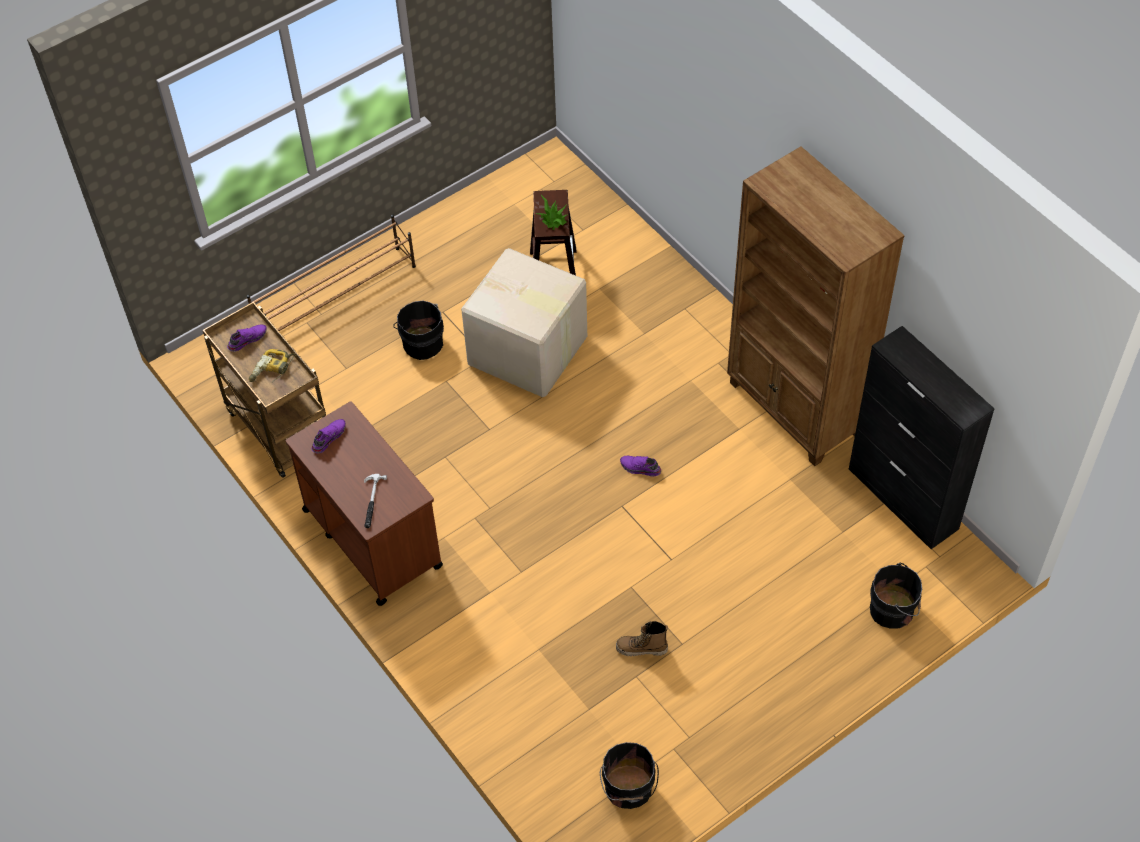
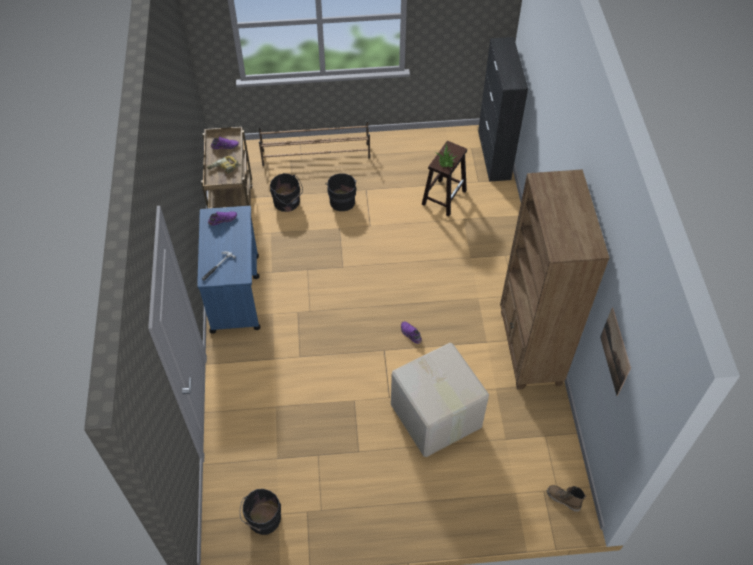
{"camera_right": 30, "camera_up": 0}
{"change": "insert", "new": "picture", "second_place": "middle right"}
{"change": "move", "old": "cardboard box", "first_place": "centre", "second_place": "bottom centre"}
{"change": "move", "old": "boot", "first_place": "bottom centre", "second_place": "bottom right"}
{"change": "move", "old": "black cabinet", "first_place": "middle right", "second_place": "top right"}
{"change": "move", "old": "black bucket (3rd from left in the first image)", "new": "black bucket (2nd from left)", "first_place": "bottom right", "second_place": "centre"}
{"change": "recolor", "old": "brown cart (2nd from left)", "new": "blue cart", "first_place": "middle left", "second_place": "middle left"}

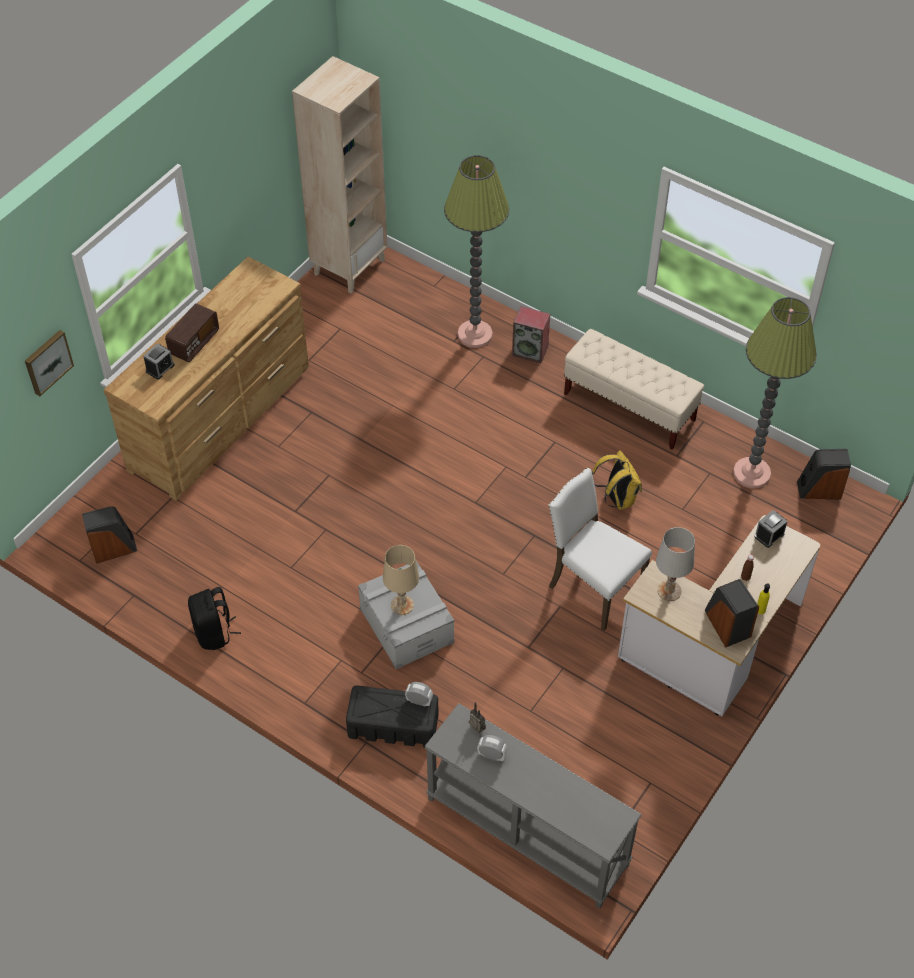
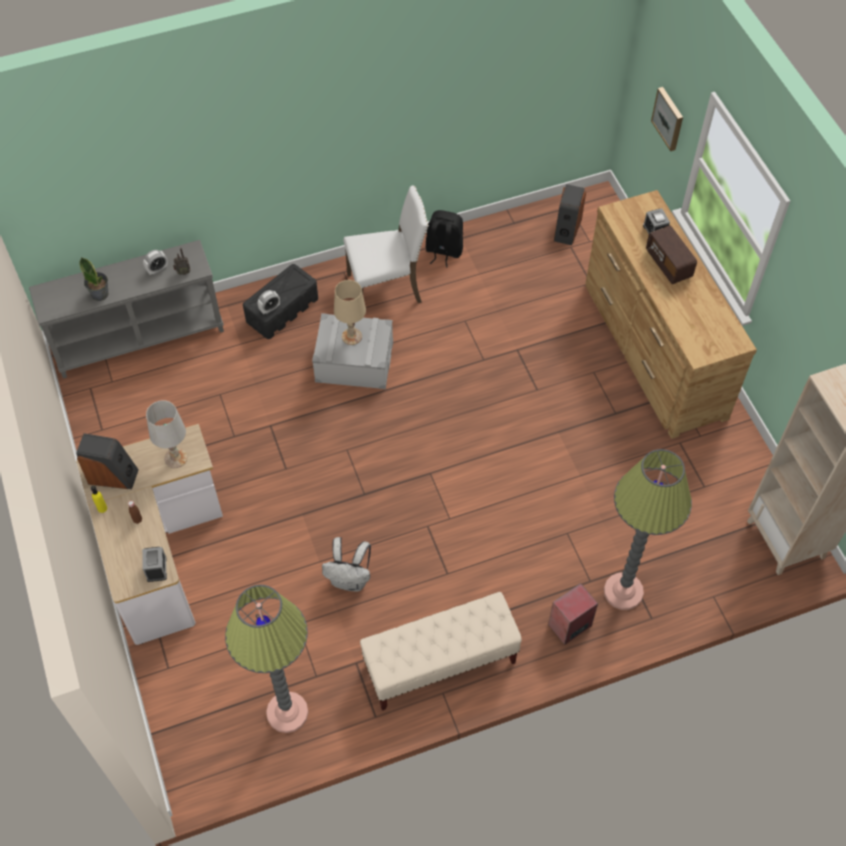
{"camera_right": 125, "camera_up": 5}
{"change": "delete", "old": "speaker (4th from left)", "first_place": "middle right"}
{"change": "insert", "new": "potted plant", "second_place": "top left"}
{"change": "move", "old": "white chair", "first_place": "centre", "second_place": "top centre"}
{"change": "recolor", "old": "yellow backpack", "new": "white backpack", "first_place": "middle right", "second_place": "bottom centre"}

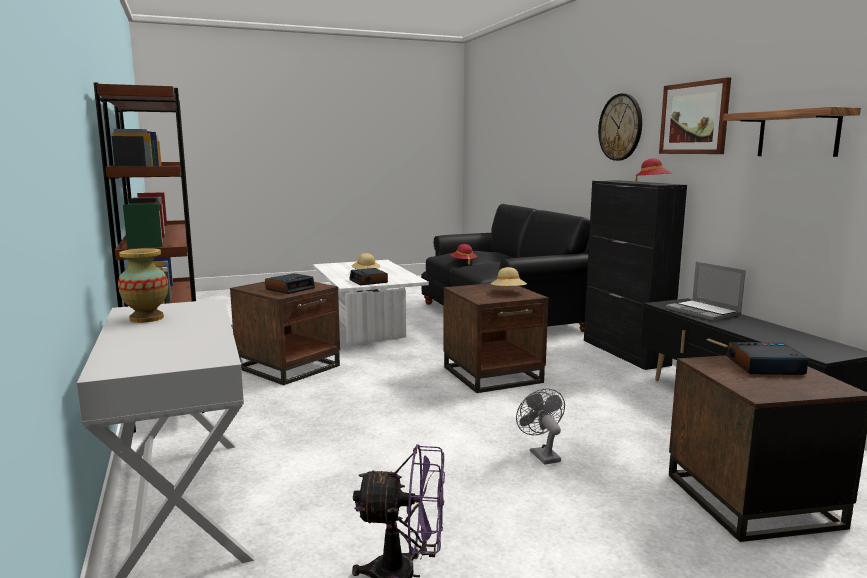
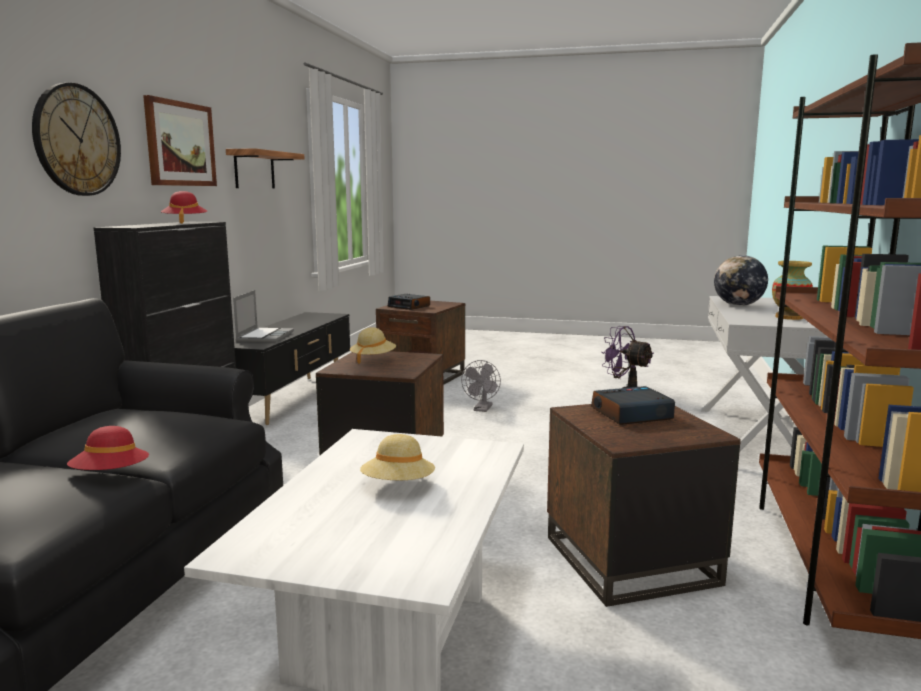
{"camera_right": -145, "camera_up": 0}
{"change": "delete", "old": "alarm clock (2nd from left)", "first_place": "centre"}
{"change": "insert", "new": "globe", "second_place": "middle right"}

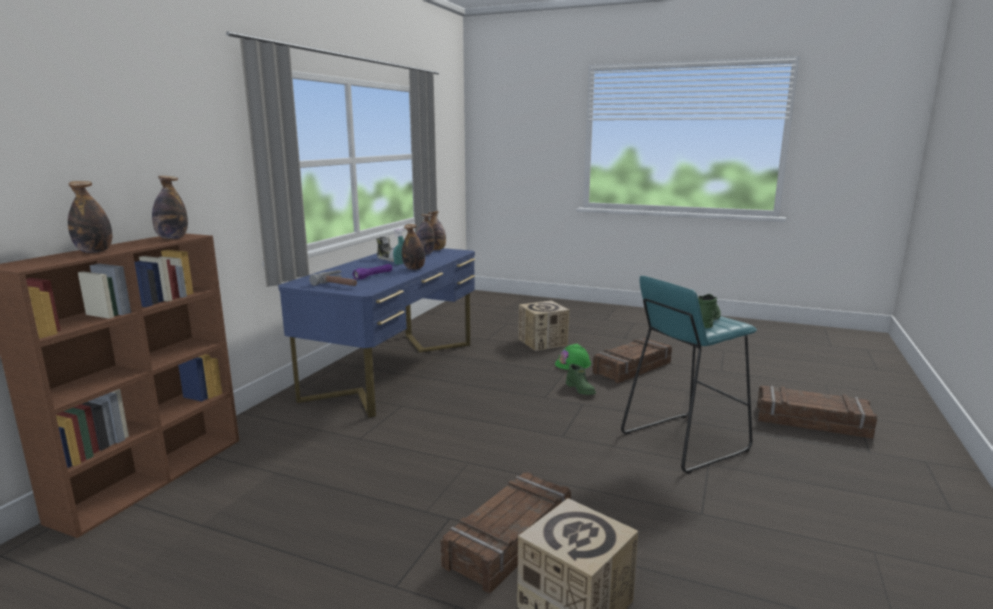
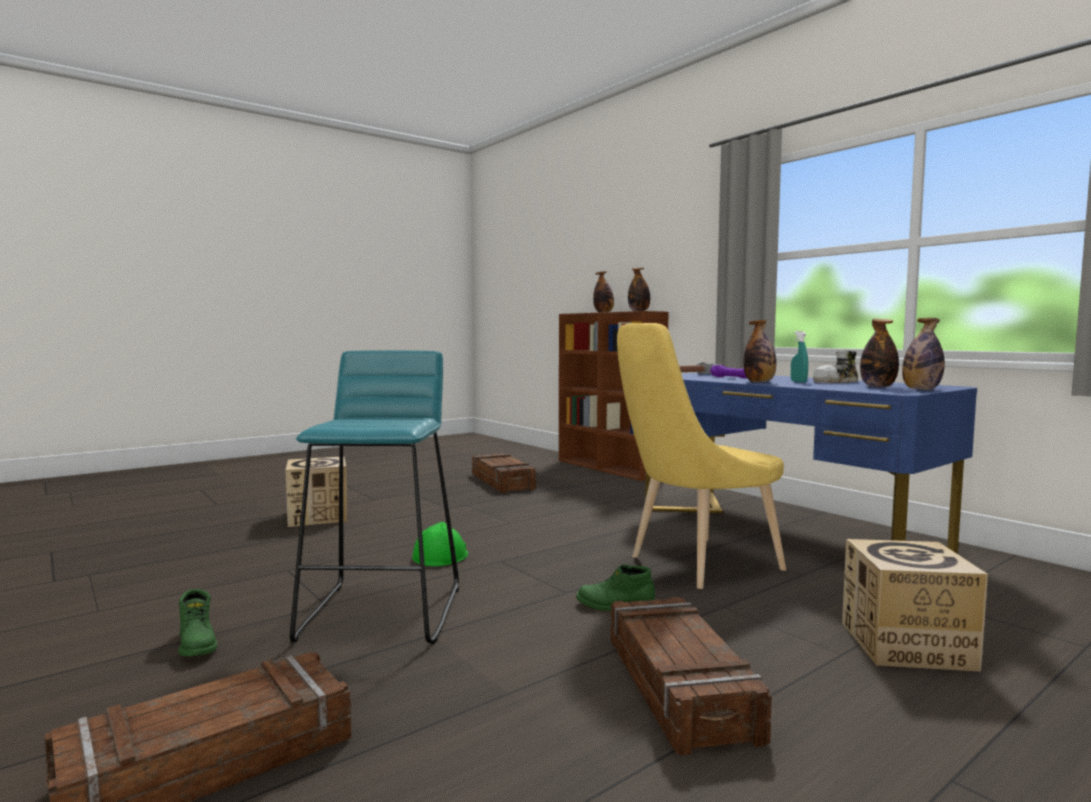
{"camera_right": 120, "camera_up": -10}
{"change": "insert", "new": "yellow chair", "second_place": "centre"}
{"change": "move", "old": "crate (1st from left in the first image)", "new": "crate (2nd from left)", "first_place": "bottom centre", "second_place": "centre"}
{"change": "move", "old": "green hard hat", "first_place": "centre", "second_place": "bottom centre"}
{"change": "move", "old": "green boot (2nd from left in the first image)", "new": "green boot (1st from left)", "first_place": "middle right", "second_place": "bottom left"}

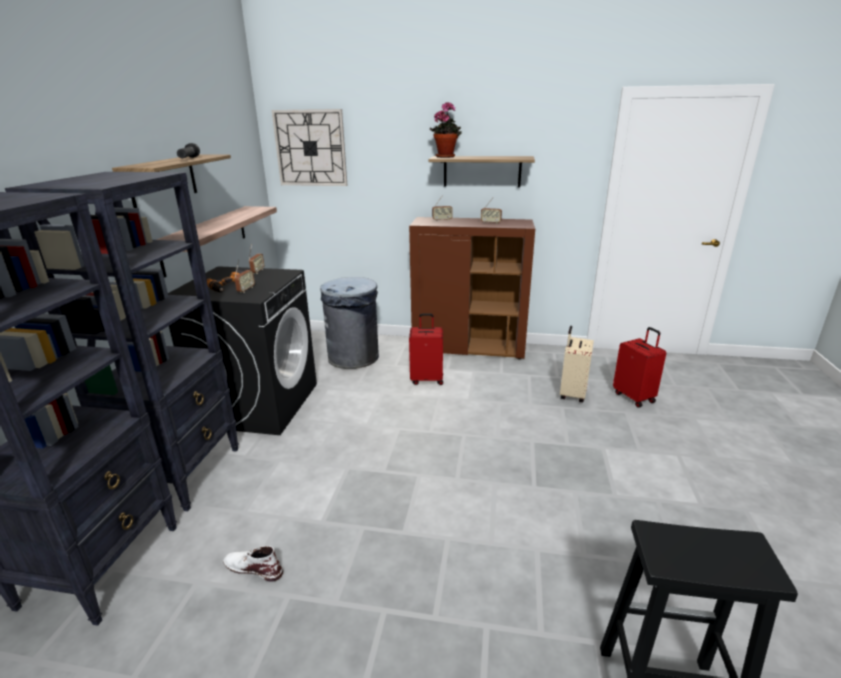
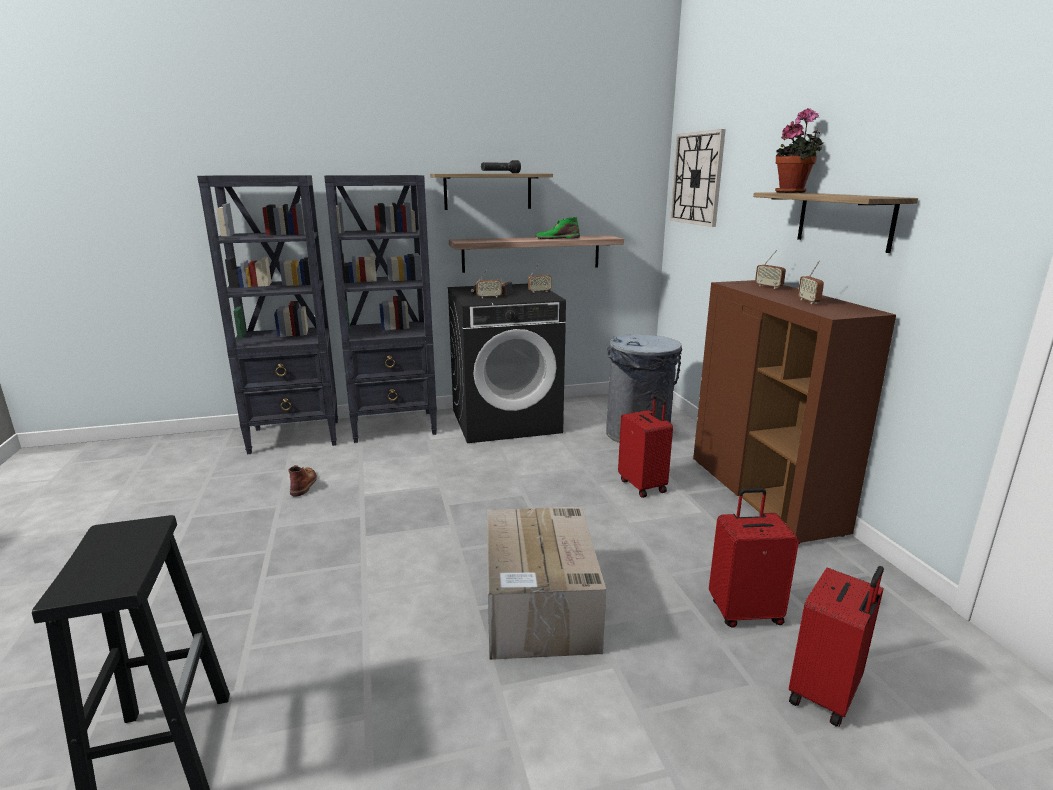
{"camera_right": 65, "camera_up": -5}
{"change": "insert", "new": "cardboard box", "second_place": "bottom centre"}
{"change": "insert", "new": "green boot", "second_place": "top centre"}
{"change": "recolor", "old": "white boot", "new": "brown boot", "first_place": "bottom left", "second_place": "middle left"}
{"change": "recolor", "old": "beige suitcase", "new": "red suitcase (2nd from left)", "first_place": "middle right", "second_place": "bottom right"}

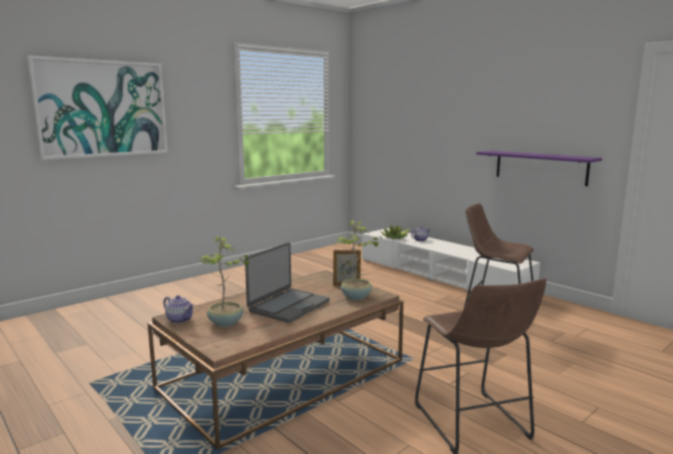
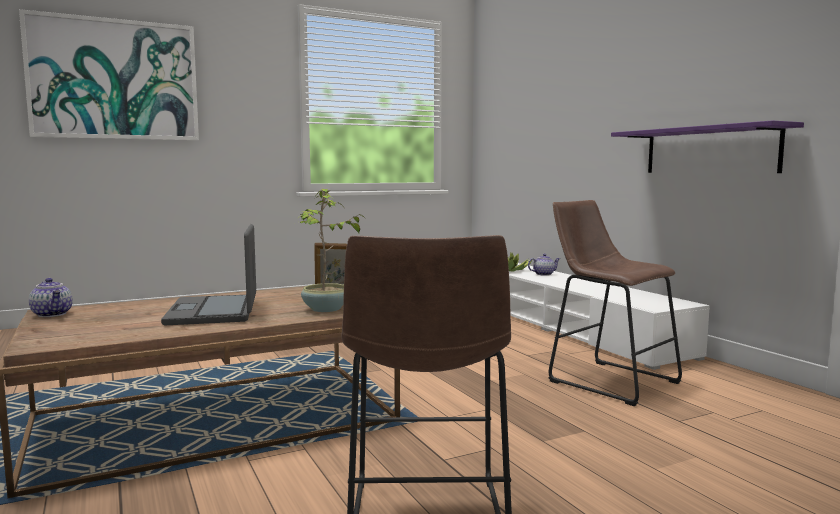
{"camera_right": 15, "camera_up": -5}
{"change": "delete", "old": "potted plant (1st from left)", "first_place": "centre"}
{"change": "rotate", "old": "laptop", "first_place": "centre", "second_place": "middle left", "degrees": 120}

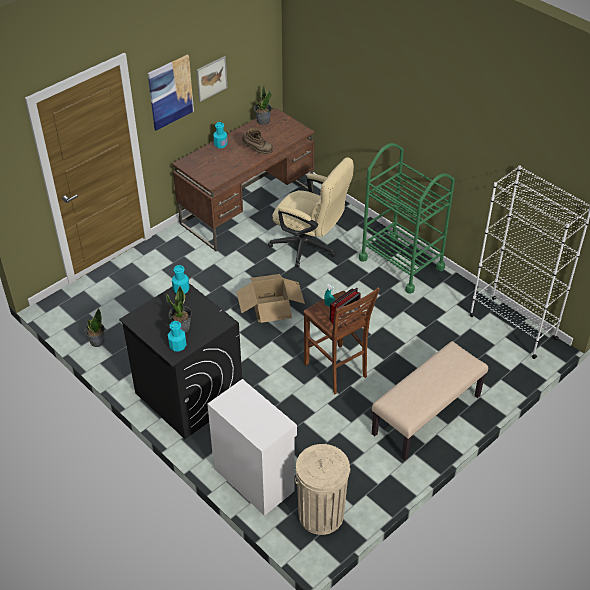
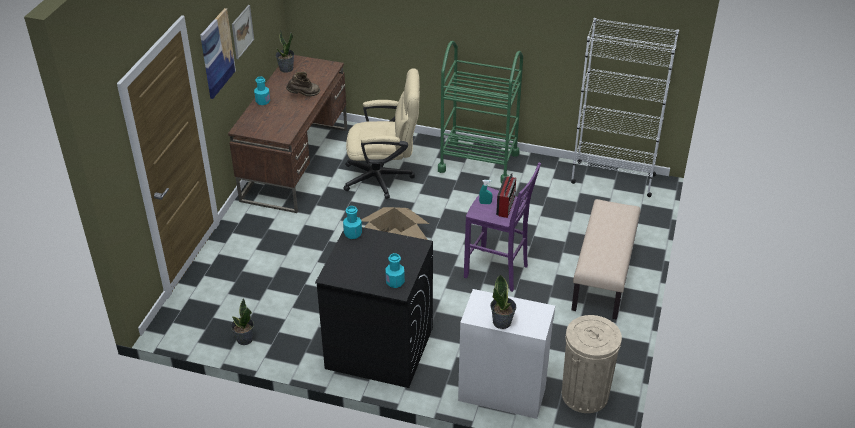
{"camera_right": -30, "camera_up": -5}
{"change": "move", "old": "potted plant (2nd from left in the first image)", "new": "potted plant (3rd from left)", "first_place": "middle left", "second_place": "bottom centre"}
{"change": "recolor", "old": "brown stool", "new": "purple stool", "first_place": "centre", "second_place": "centre"}

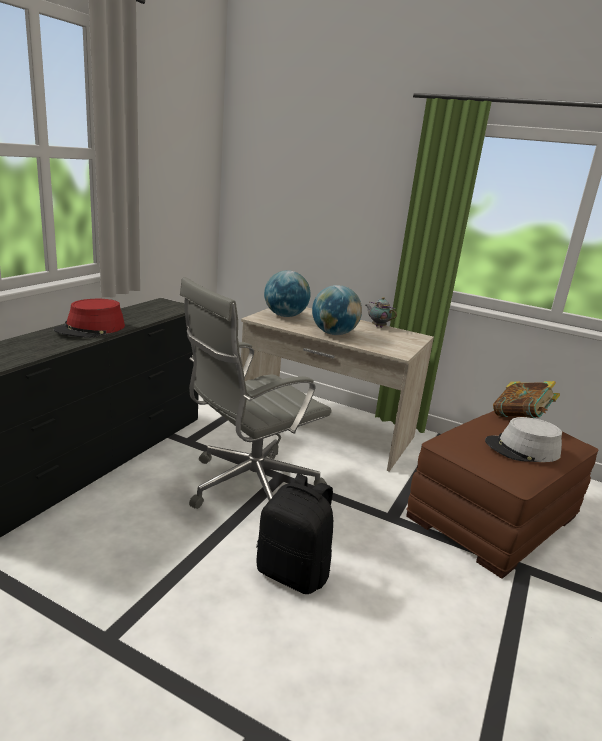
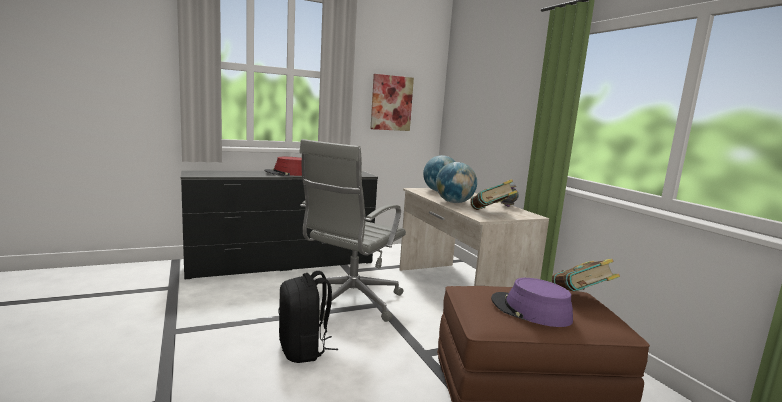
{"camera_right": 40, "camera_up": -10}
{"change": "insert", "new": "picture", "second_place": "top centre"}
{"change": "insert", "new": "book (1st from left)", "second_place": "centre"}
{"change": "recolor", "old": "grey hat", "new": "purple hat", "first_place": "middle right", "second_place": "bottom right"}
{"change": "rotate", "old": "grey office chair", "first_place": "centre", "second_place": "centre", "degrees": -60}

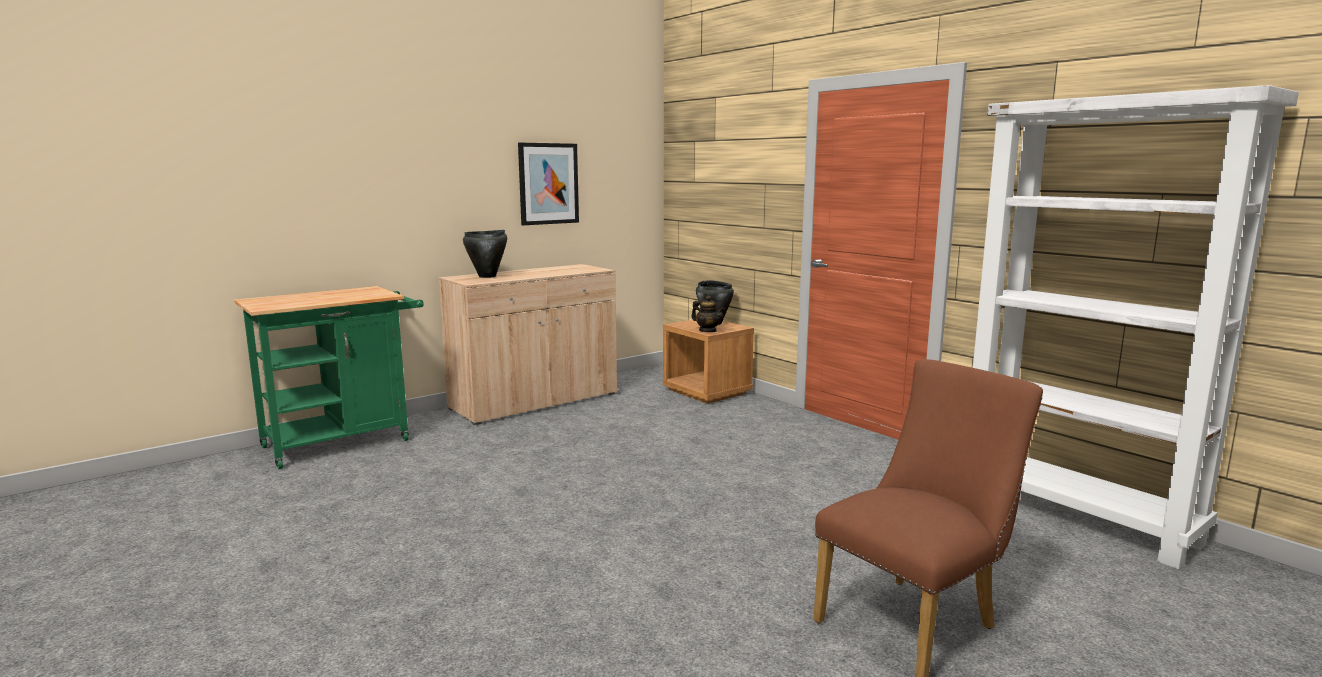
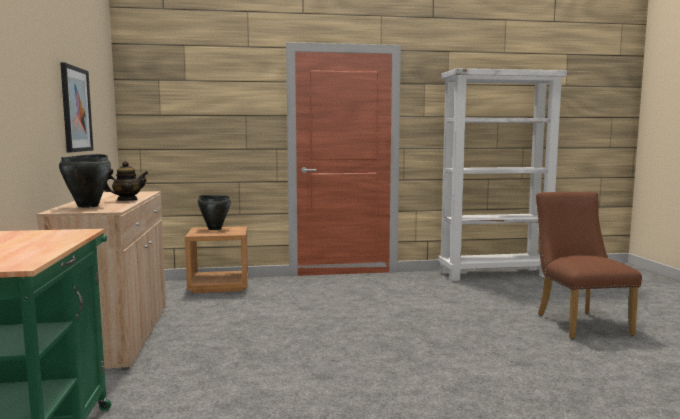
{"camera_right": -60, "camera_up": -5}
{"change": "move", "old": "teapot", "first_place": "centre", "second_place": "middle left"}

